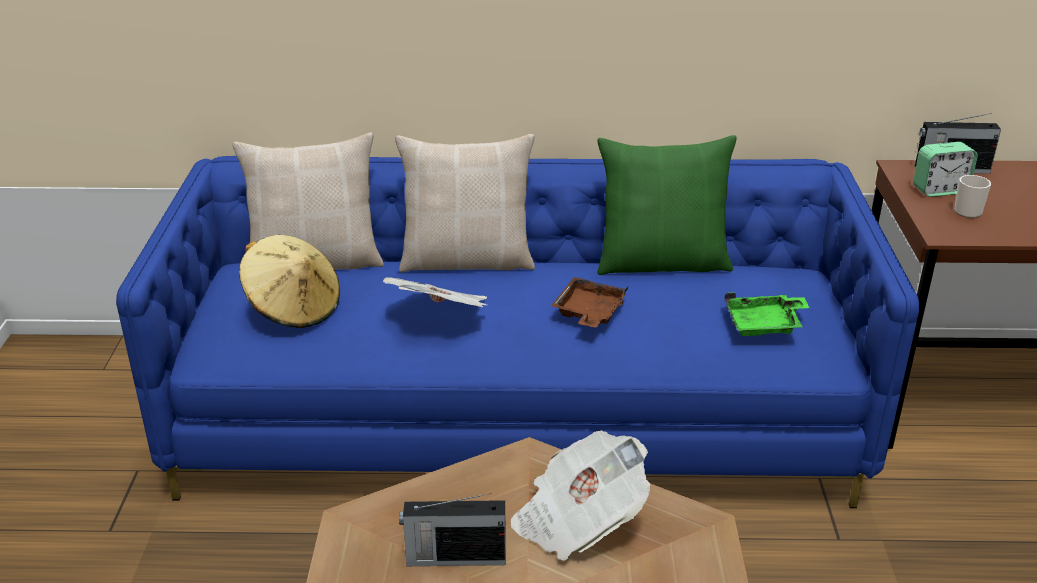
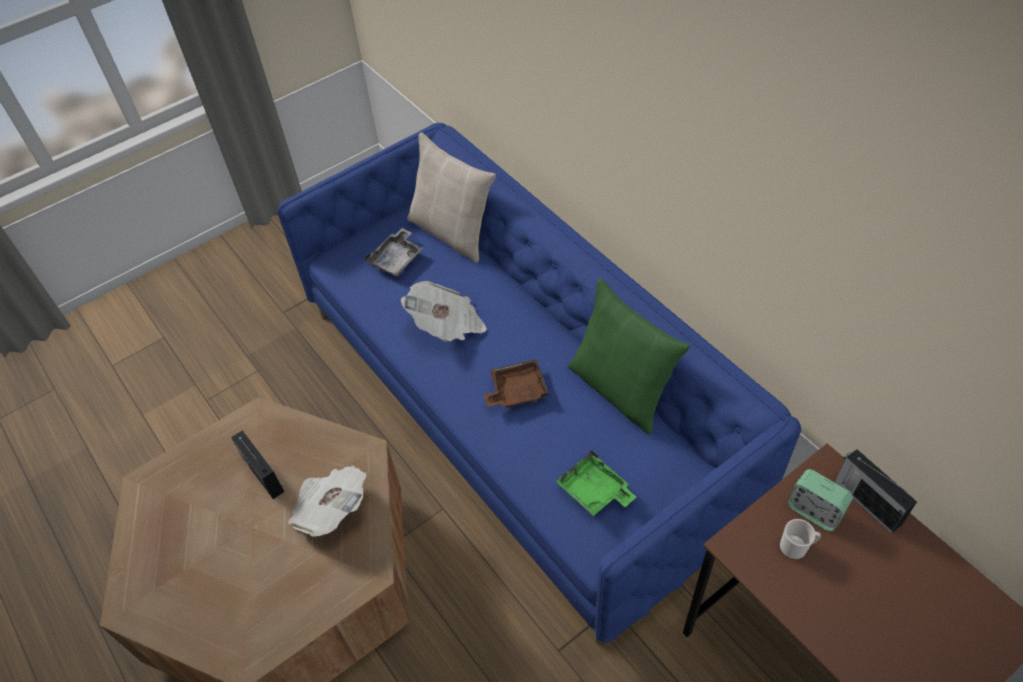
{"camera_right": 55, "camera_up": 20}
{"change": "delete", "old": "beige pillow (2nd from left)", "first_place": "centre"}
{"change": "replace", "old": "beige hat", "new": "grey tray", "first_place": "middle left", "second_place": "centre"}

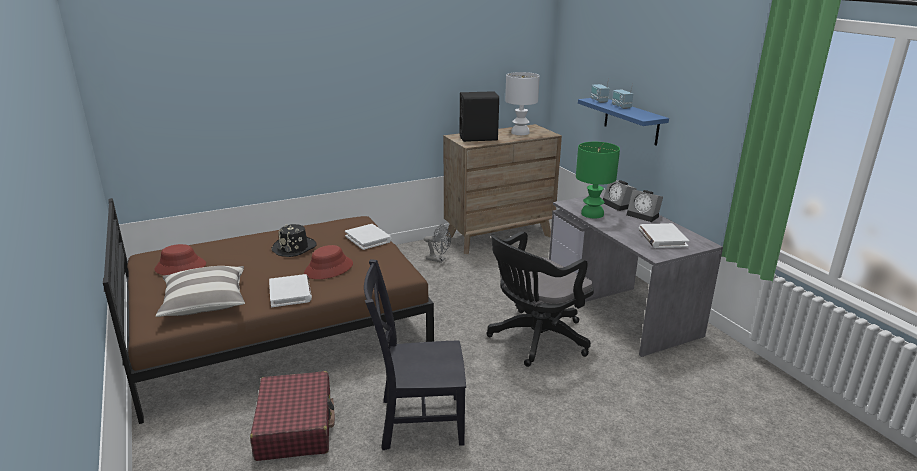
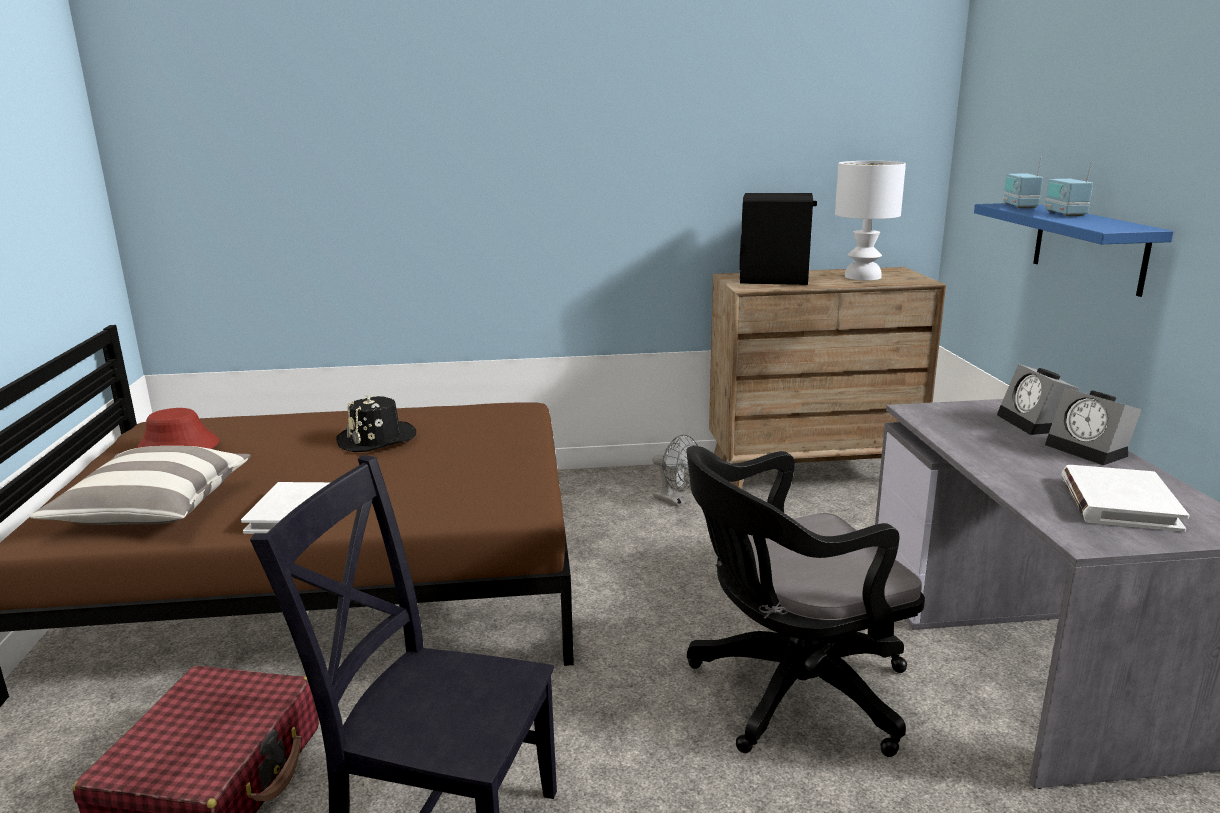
{"camera_right": 20, "camera_up": -5}
{"change": "delete", "old": "red hat (2nd from left)", "first_place": "centre"}
{"change": "delete", "old": "white book (2nd from left)", "first_place": "centre"}
{"change": "delete", "old": "green table lamp", "first_place": "centre"}

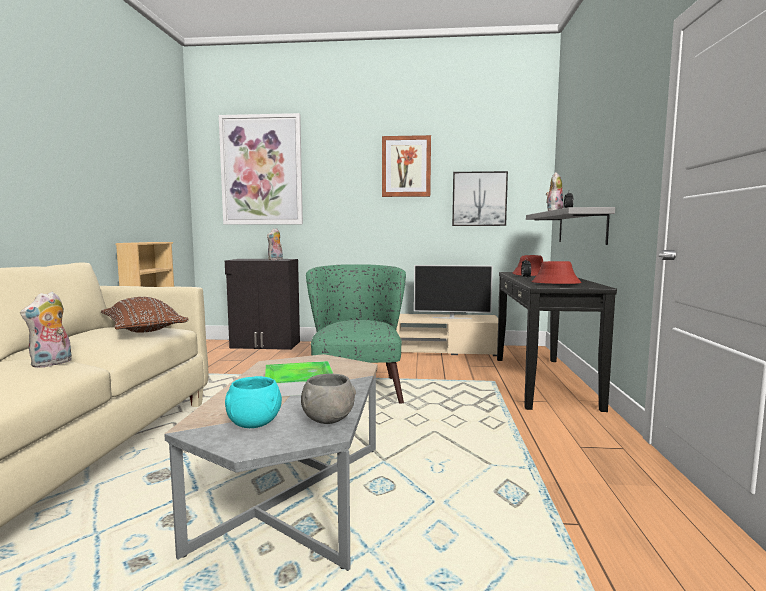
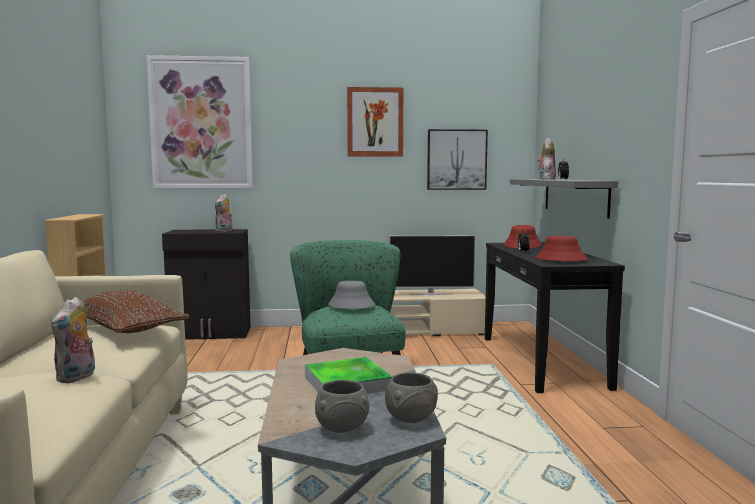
{"camera_right": -10, "camera_up": 0}
{"change": "insert", "new": "grey hat", "second_place": "centre"}
{"change": "recolor", "old": "turquoise bowl", "new": "grey bowl (1st from left)", "first_place": "bottom left", "second_place": "bottom centre"}

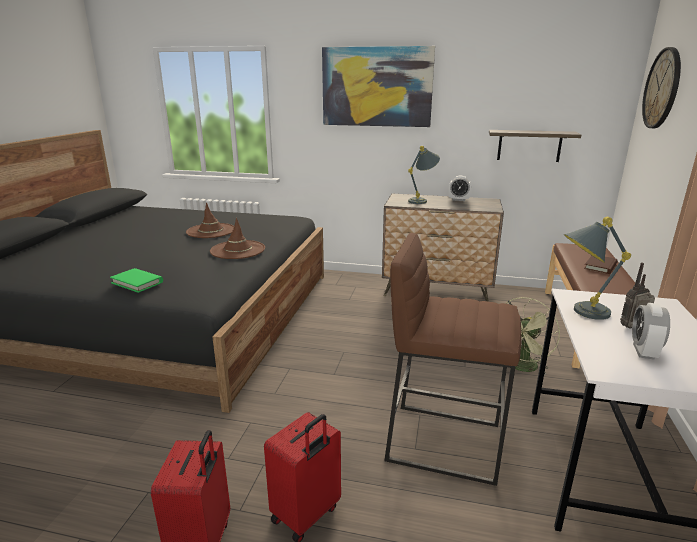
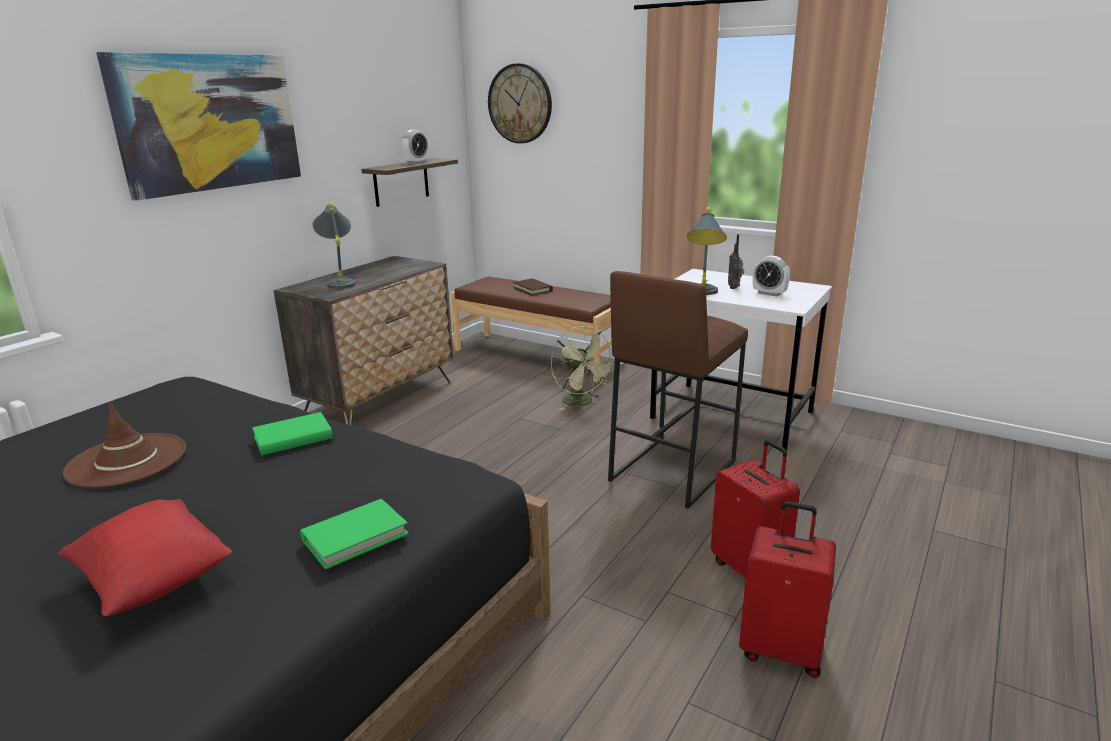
{"camera_right": -70, "camera_up": 0}
{"change": "insert", "new": "red pillow", "second_place": "bottom left"}
{"change": "move", "old": "alarm clock (1st from left)", "first_place": "centre", "second_place": "top centre"}
{"change": "replace", "old": "brown hat (2nd from left)", "new": "green book (1st from left)", "first_place": "centre", "second_place": "middle left"}

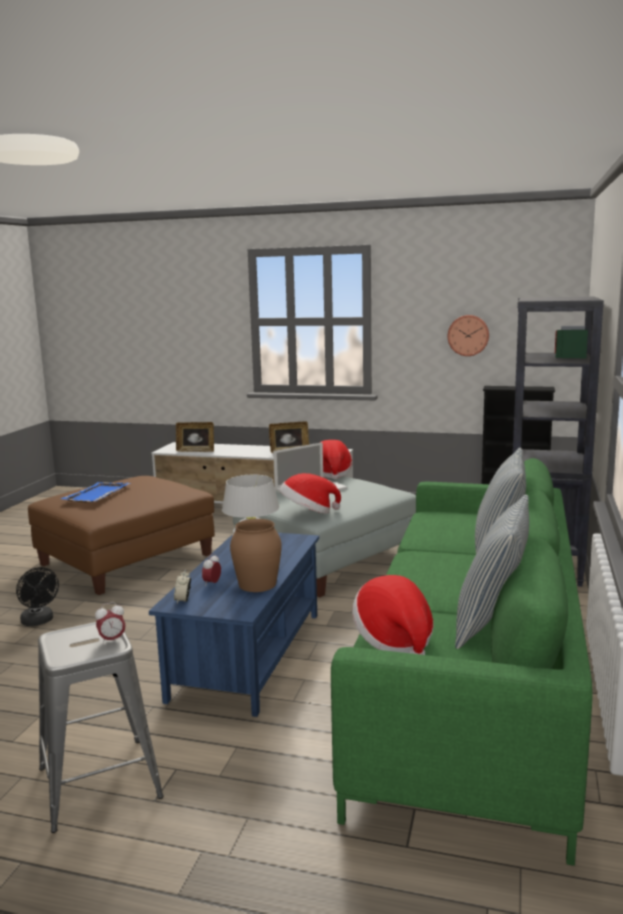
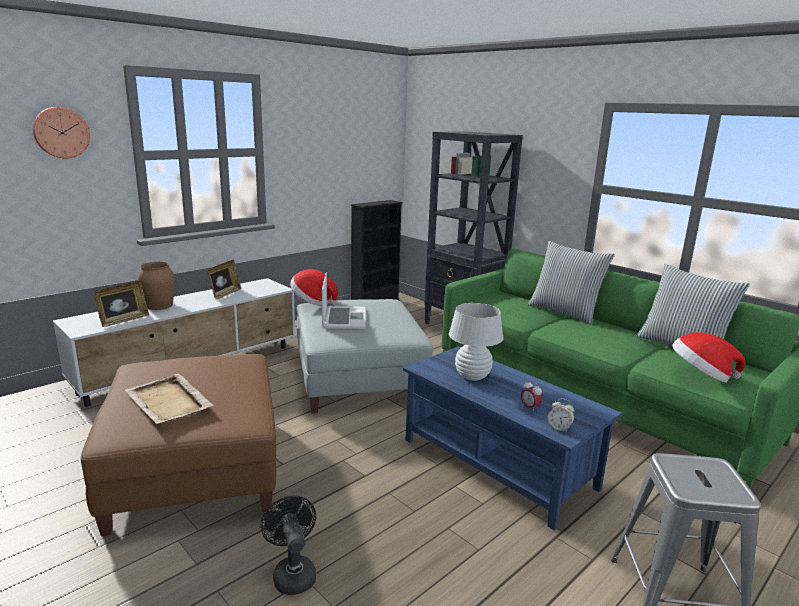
{"camera_right": -60, "camera_up": 5}
{"change": "delete", "old": "alarm clock (1st from left)", "first_place": "bottom left"}
{"change": "delete", "old": "hat (1st from left)", "first_place": "centre"}
{"change": "move", "old": "brown vase", "first_place": "centre", "second_place": "middle left"}
{"change": "move", "old": "wall clock", "first_place": "middle right", "second_place": "top left"}
{"change": "recolor", "old": "blue tray", "new": "beige tray", "first_place": "middle left", "second_place": "middle left"}
{"change": "rotate", "old": "black fan", "first_place": "middle left", "second_place": "bottom centre", "degrees": -105}

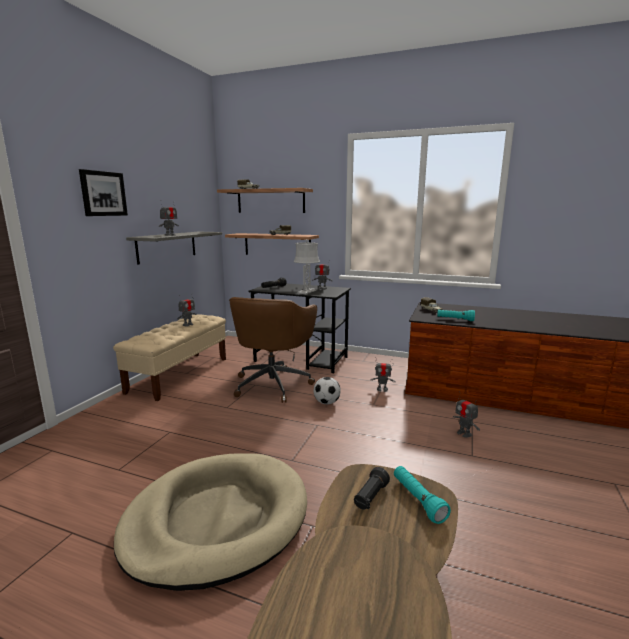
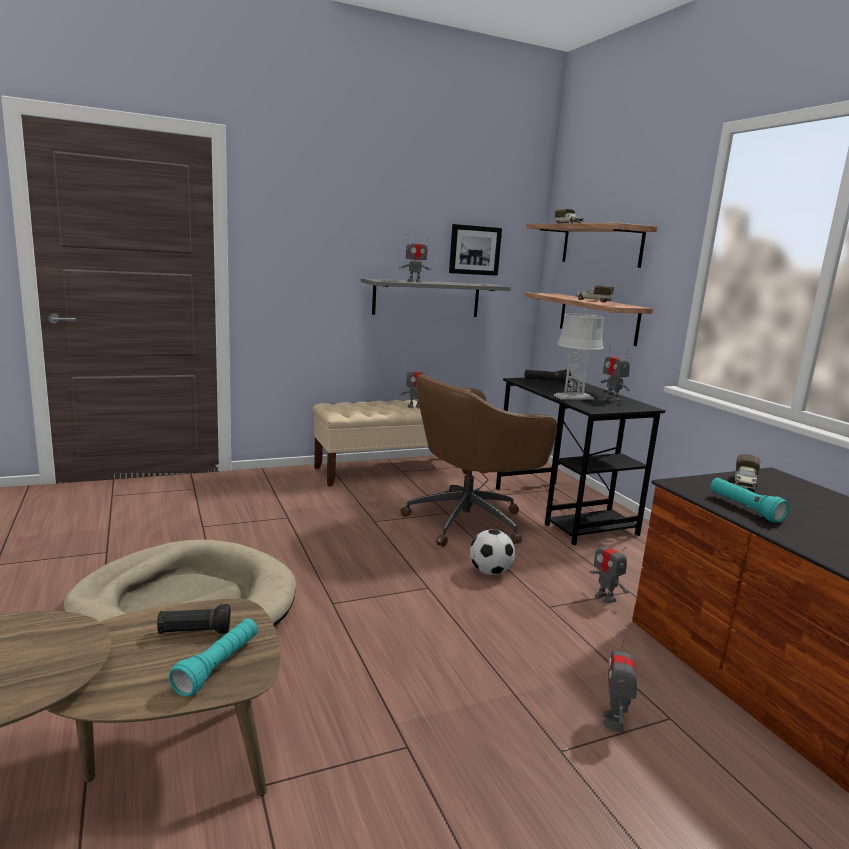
{"camera_right": 45, "camera_up": 0}
{"change": "move", "old": "picture", "first_place": "top left", "second_place": "top centre"}

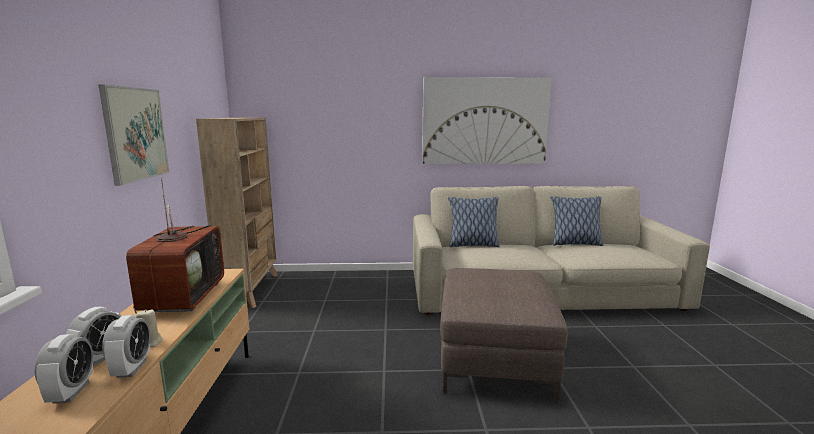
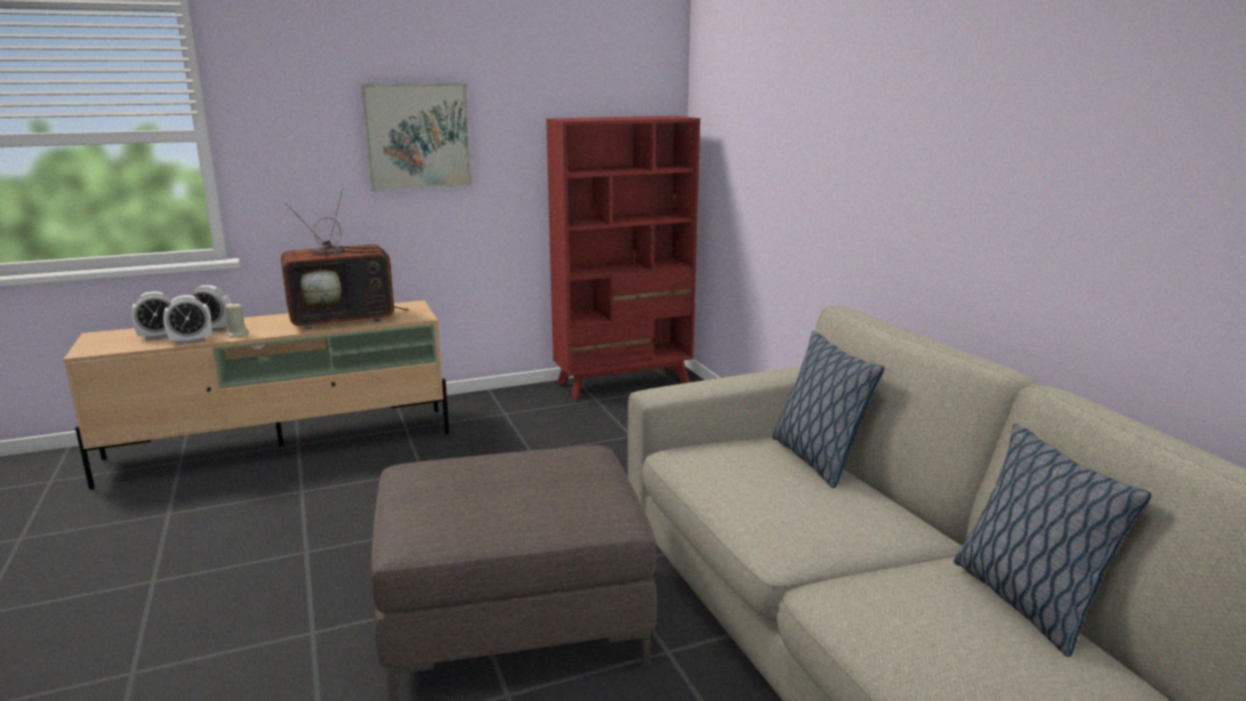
{"camera_right": 70, "camera_up": 5}
{"change": "delete", "old": "picture (2nd from left)", "first_place": "top centre"}
{"change": "recolor", "old": "beige bookcase", "new": "red bookcase", "first_place": "middle left", "second_place": "centre"}

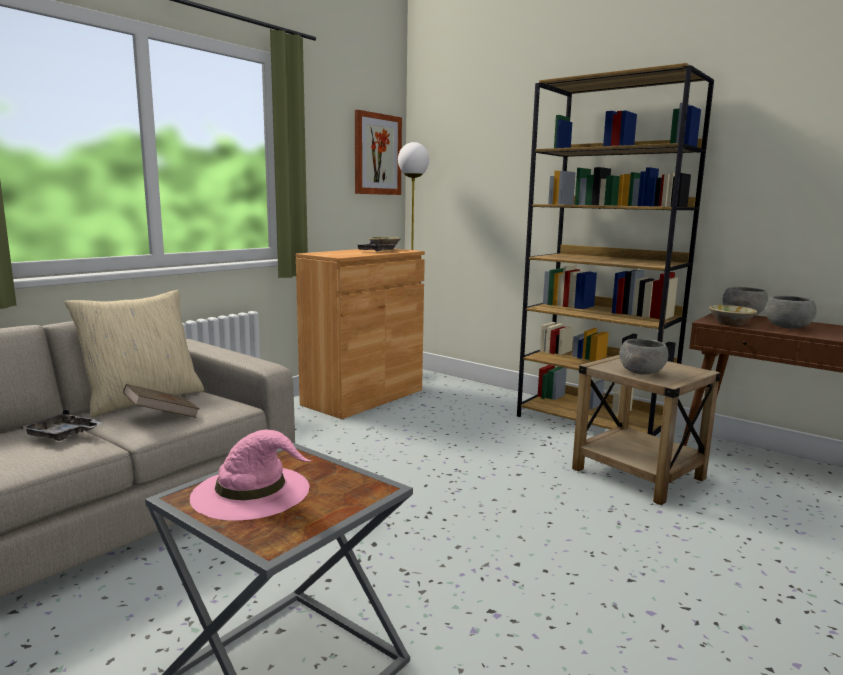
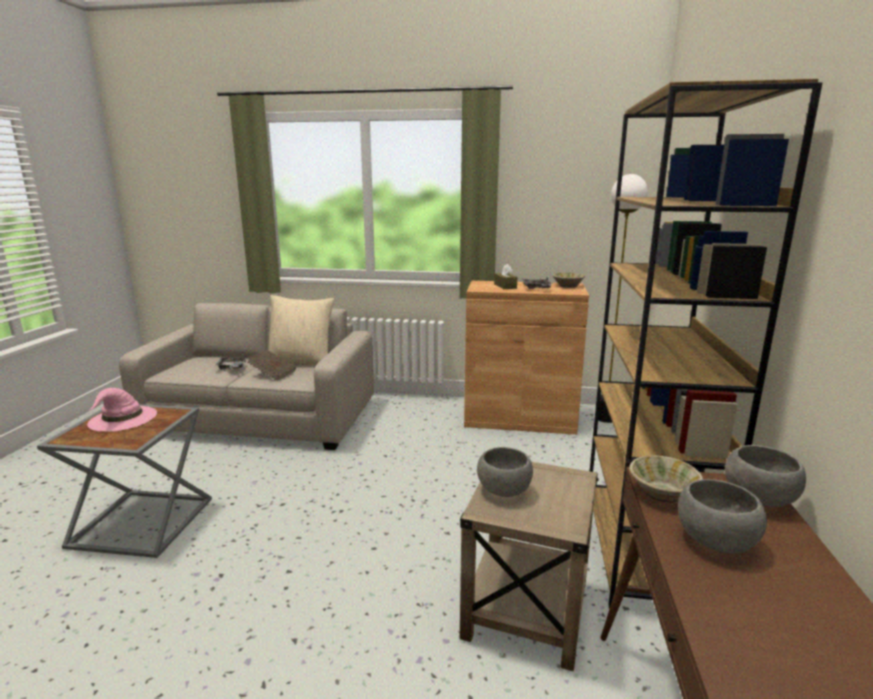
{"camera_right": 60, "camera_up": 5}
{"change": "delete", "old": "picture", "first_place": "top centre"}
{"change": "insert", "new": "brown tissue box", "second_place": "centre"}

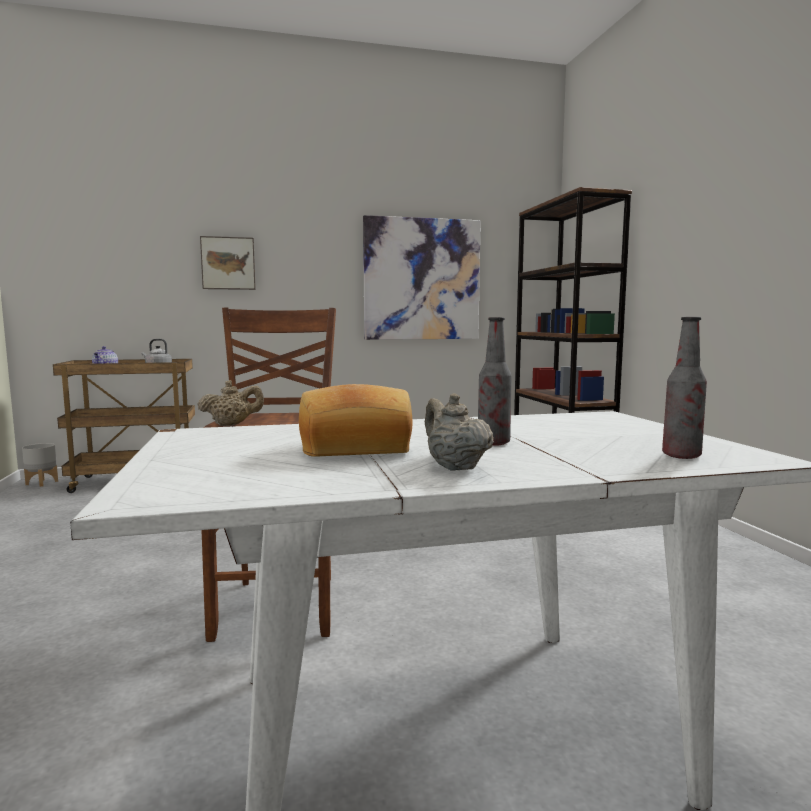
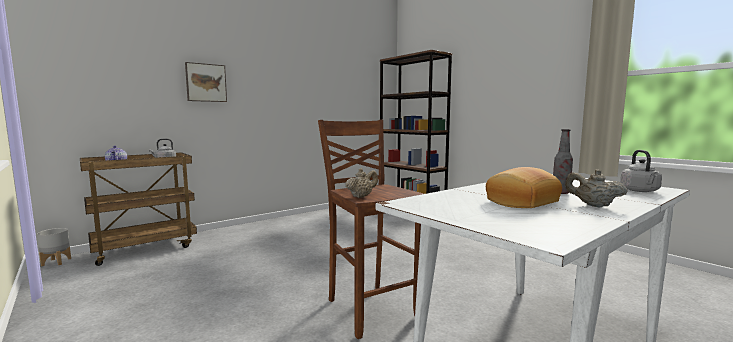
{"camera_right": -25, "camera_up": 0}
{"change": "delete", "old": "picture (2nd from left)", "first_place": "centre"}
{"change": "replace", "old": "bottle (2nd from left)", "new": "grey kettle (2nd from left)", "first_place": "middle right", "second_place": "middle right"}

